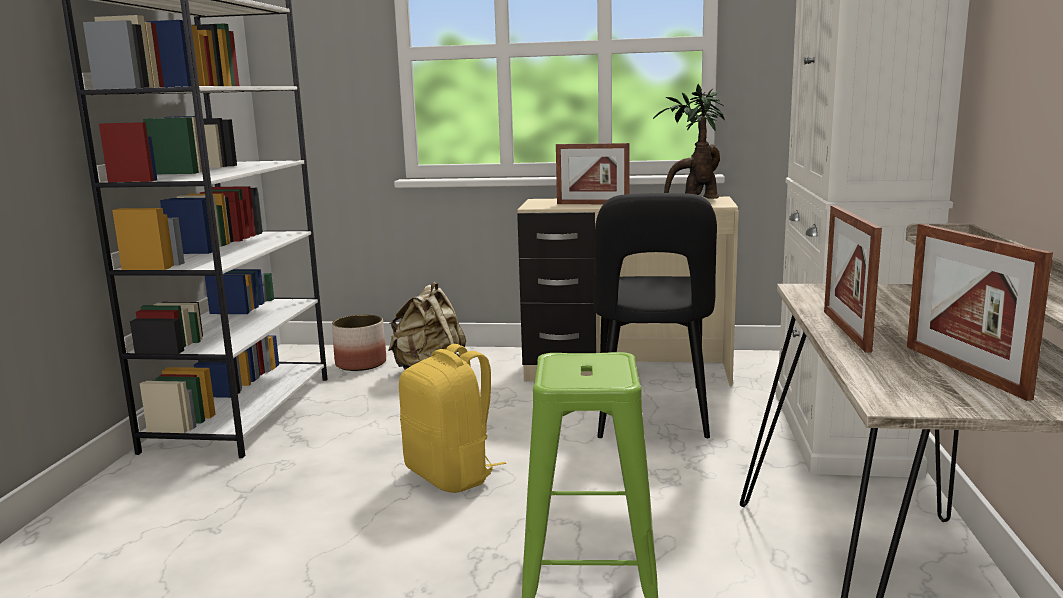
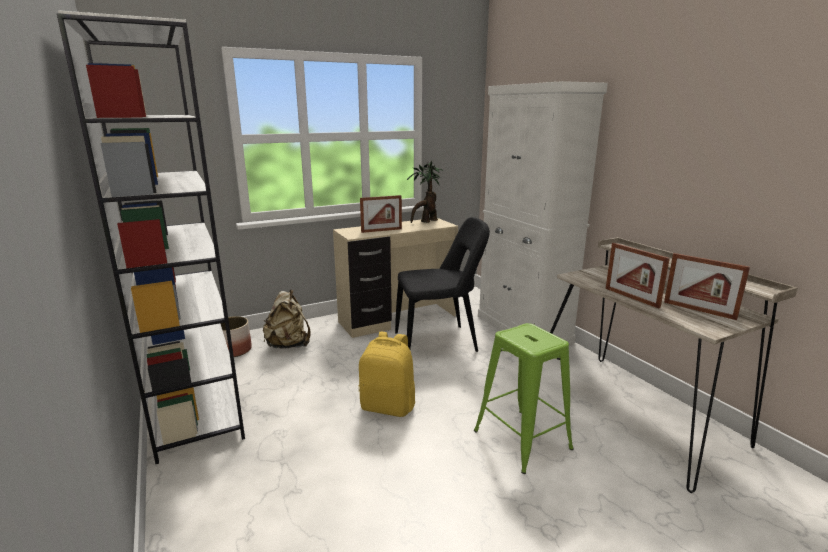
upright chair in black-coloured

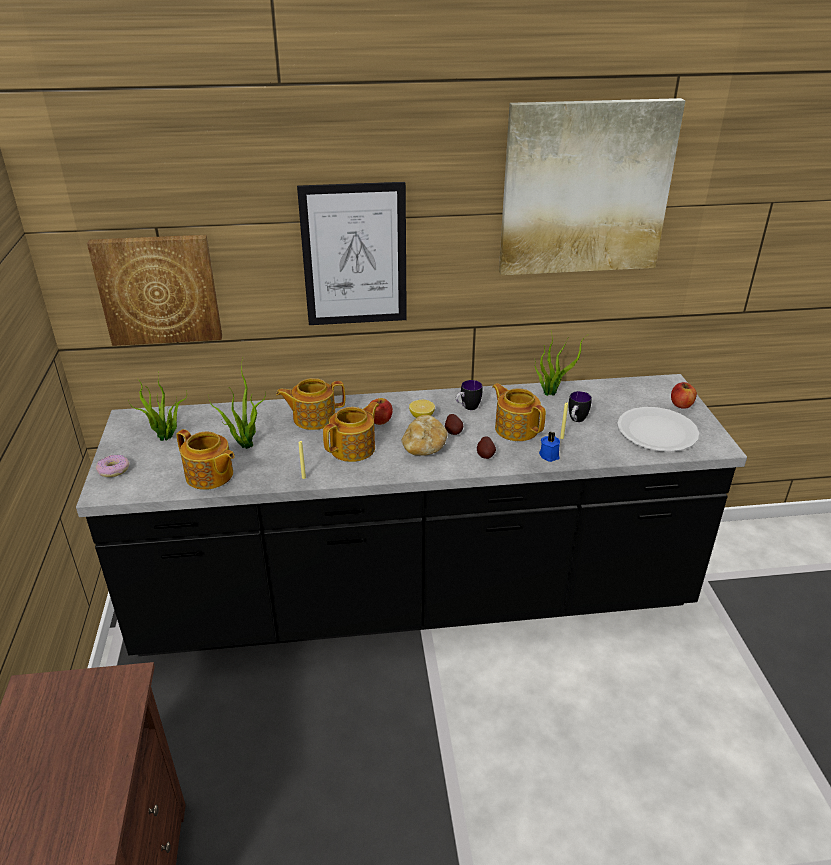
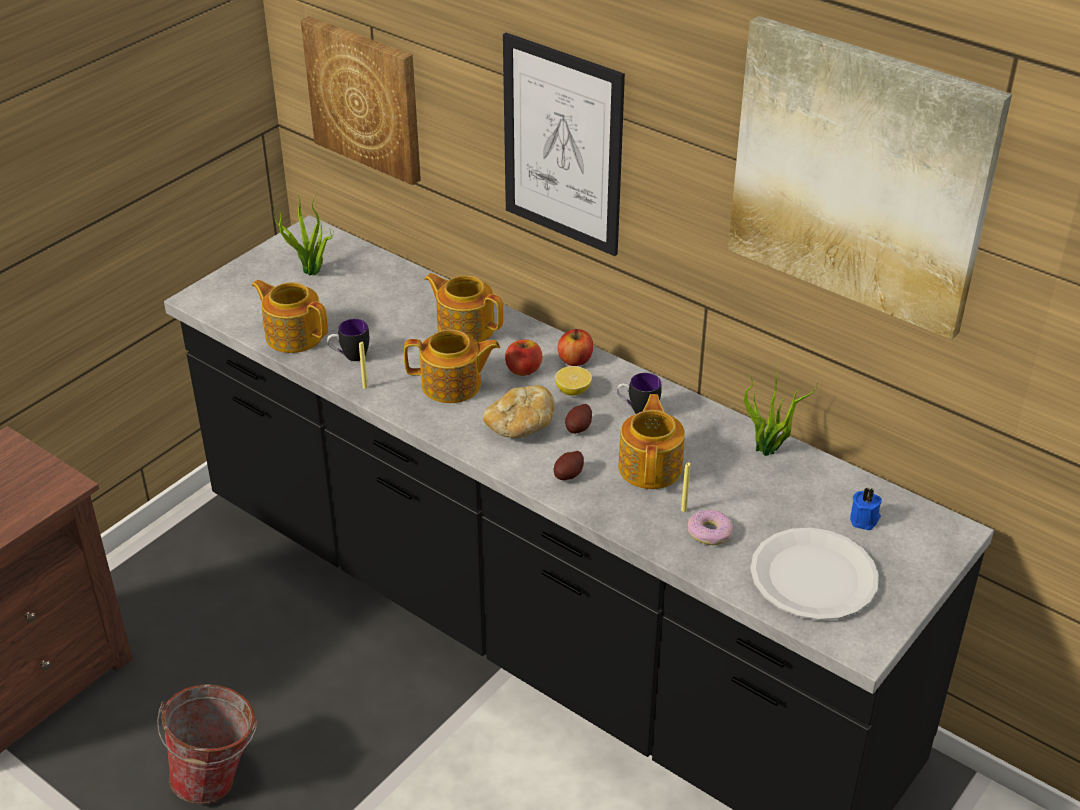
bucket
pot for tea (no. 1 from left)
mug (no. 1 from left)
apple (no. 2 from left)
doughnut
wax light in blue
potted plant (no. 2 from left in the first image)

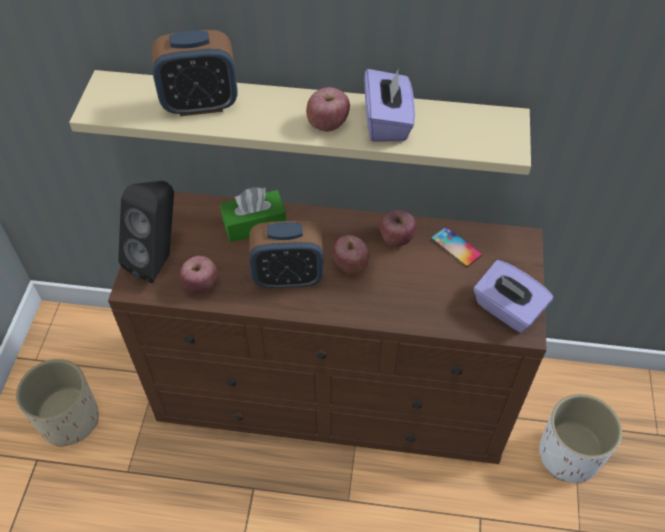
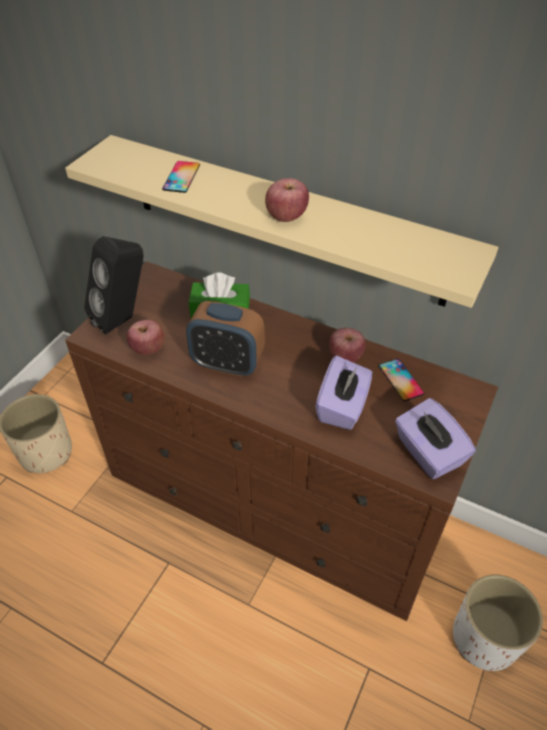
phone (no. 1 from left)
box of tissues in purple (no. 1 from left)
apple (no. 3 from left in the first image)

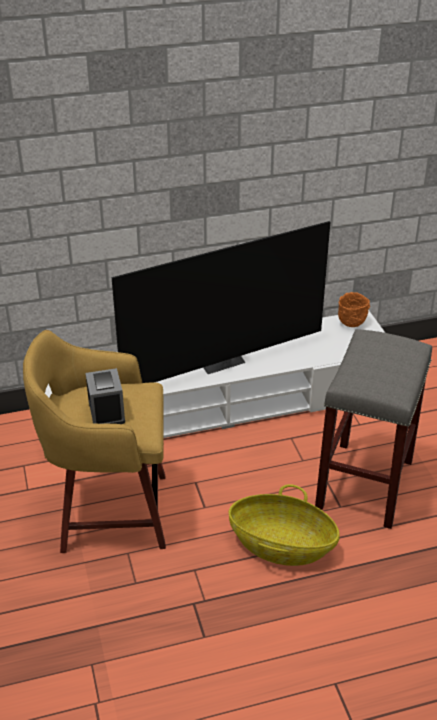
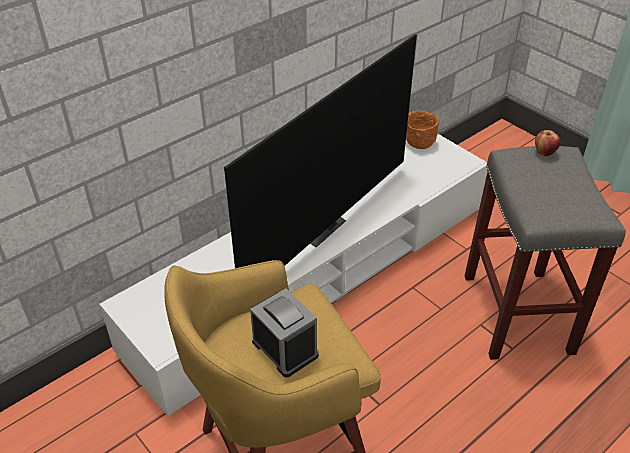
apple
household basket

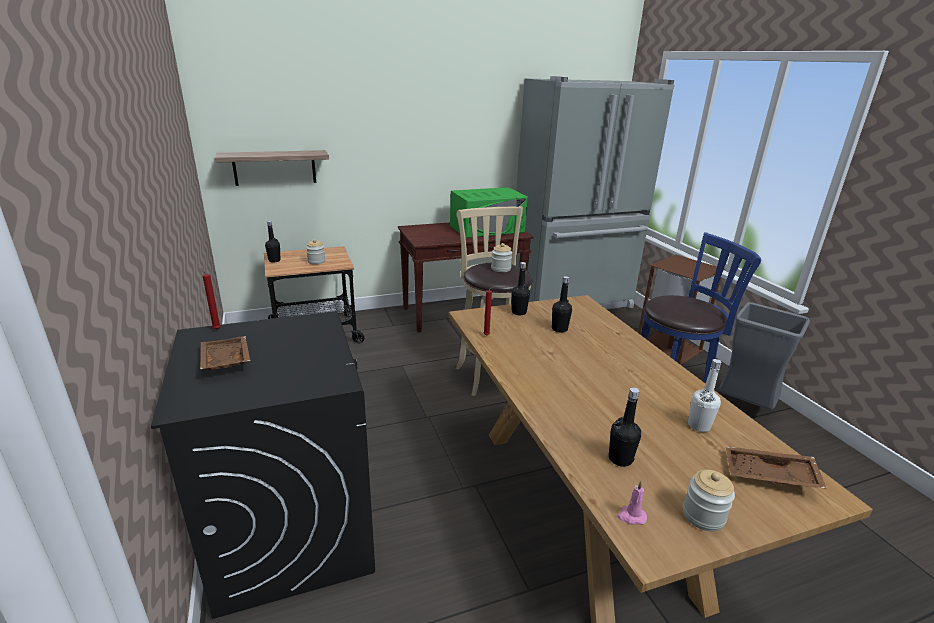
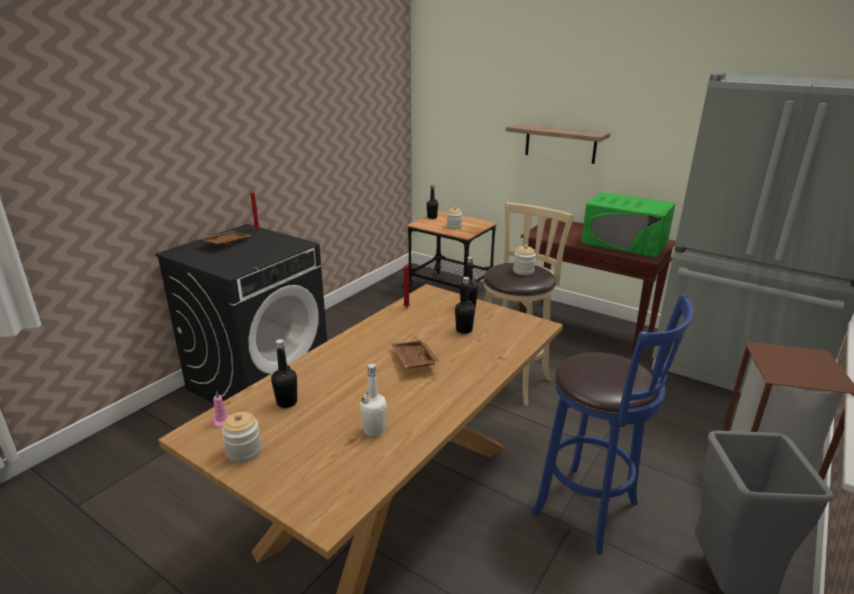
serving tray in brown-coloured (no. 2 from left)
bracket shelf

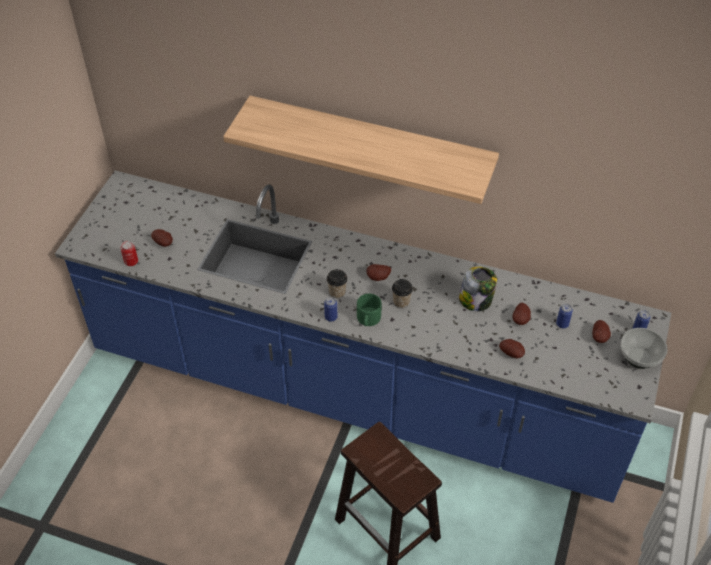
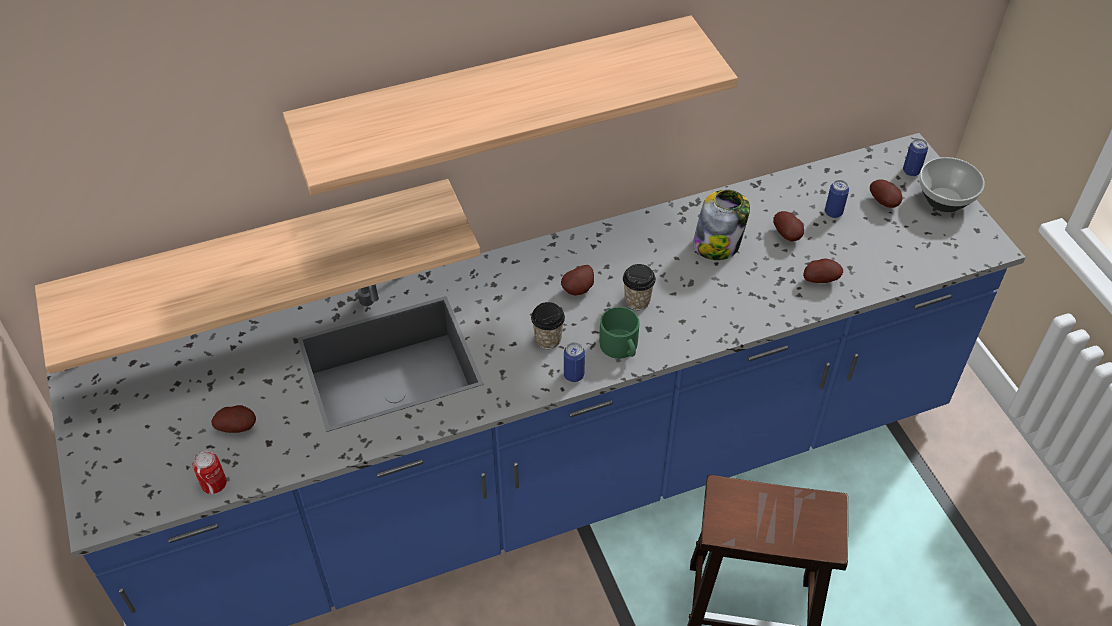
bracket shelf (no. 1 from left)

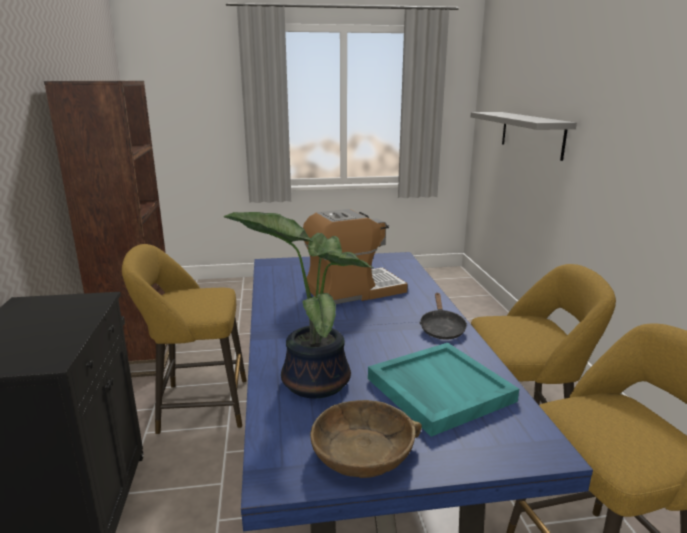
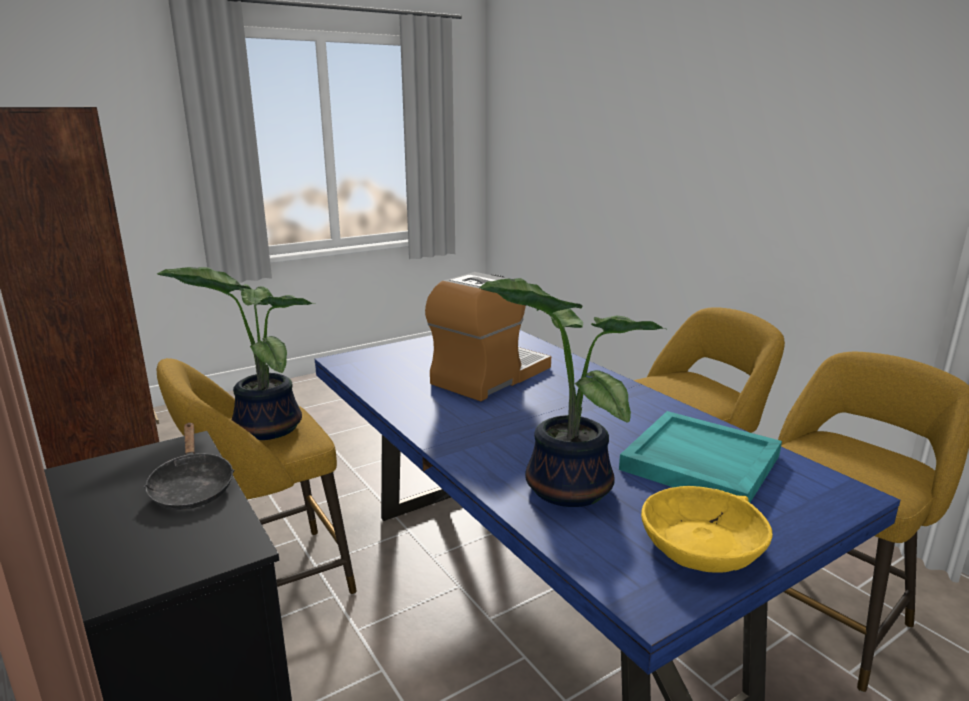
pan in black-coloured
potted plant (no. 1 from left)
serving bowl in yellowish
bracket shelf in grey

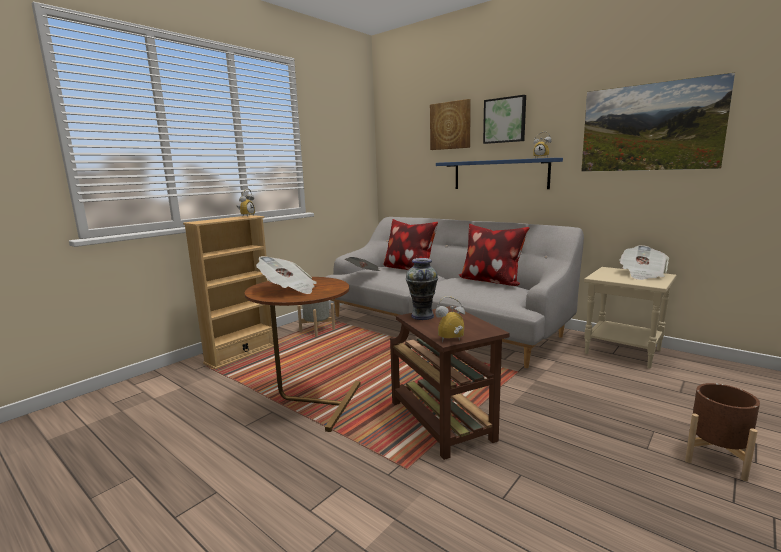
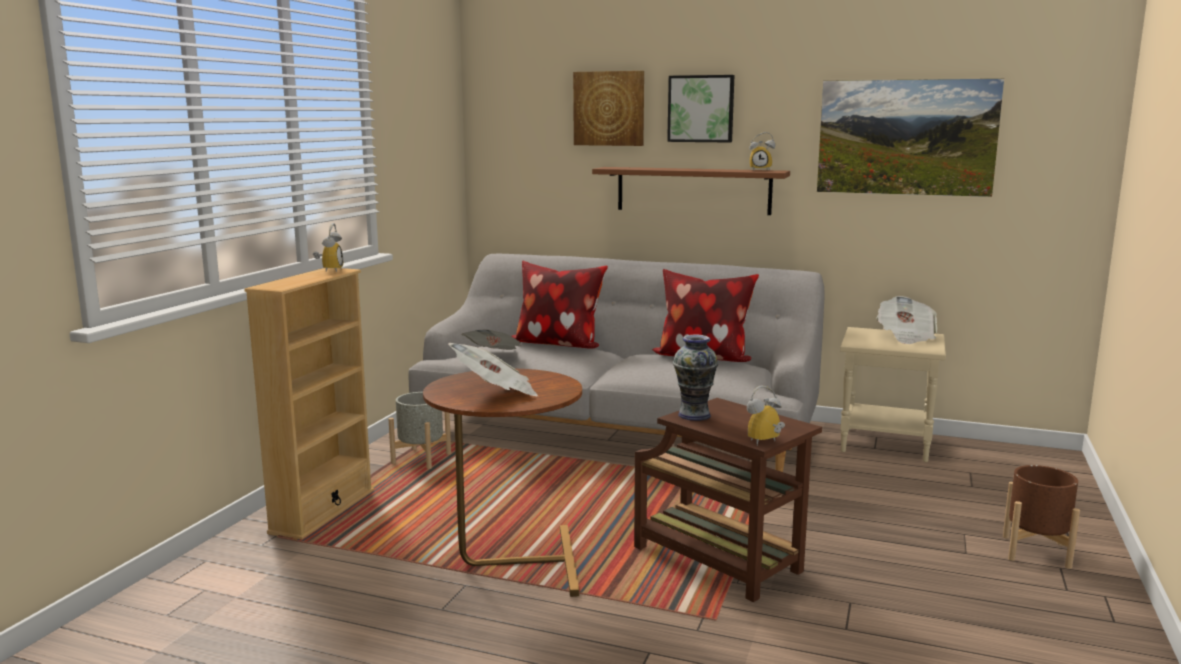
bracket shelf in brown-coloured

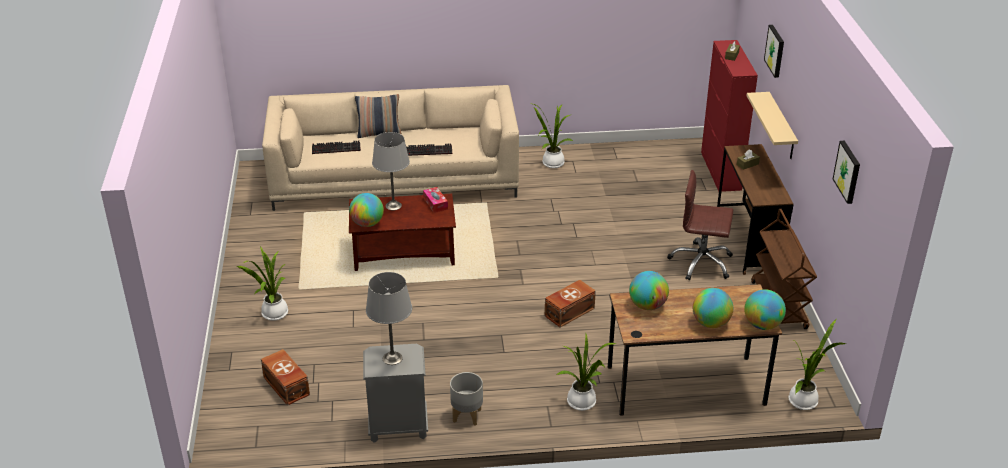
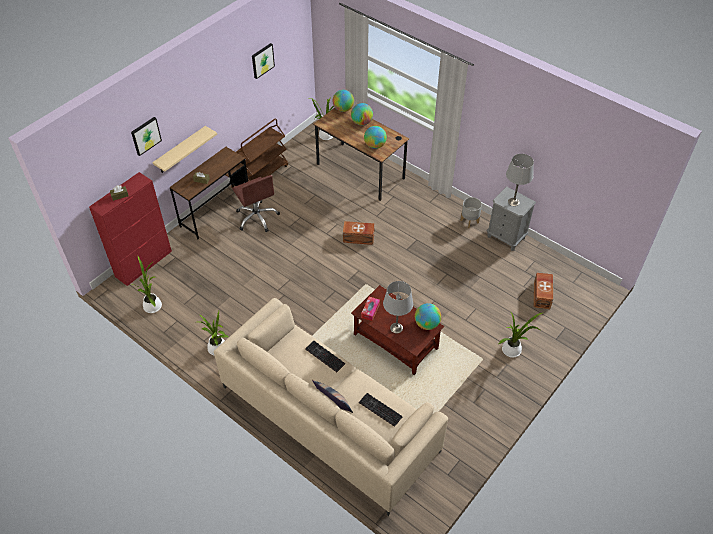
potted plant (no. 1 from left)

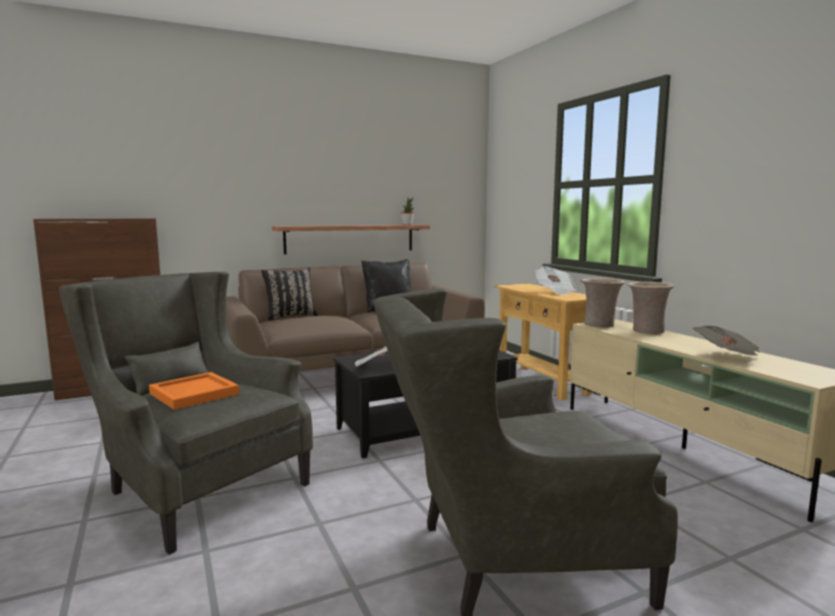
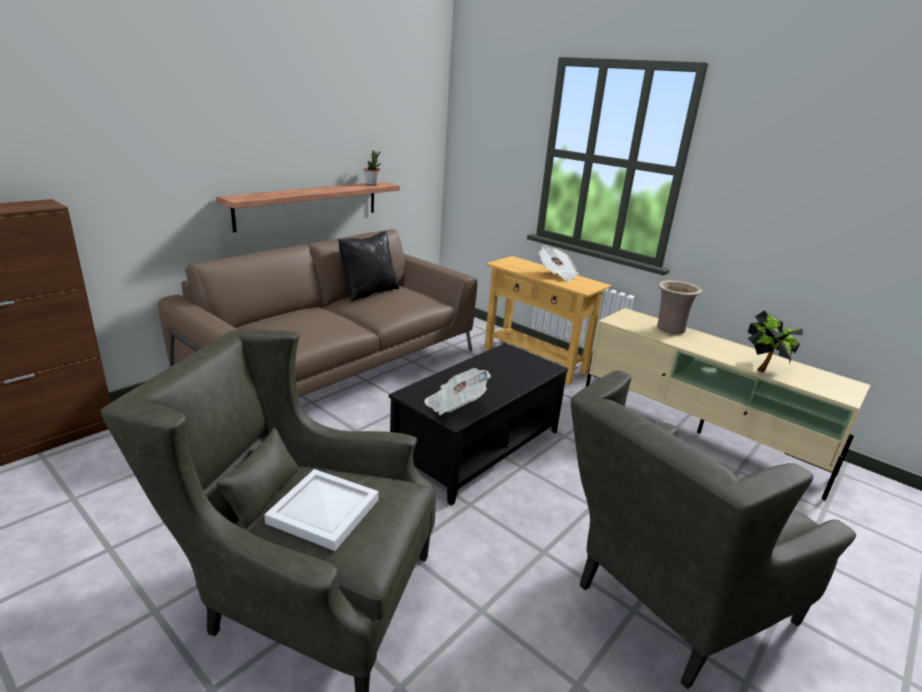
serving tray in whitish
potted plant (no. 2 from left)
cushion in black-coloured (no. 1 from left in the first image)
flower vase in beige-coloured (no. 1 from left in the first image)

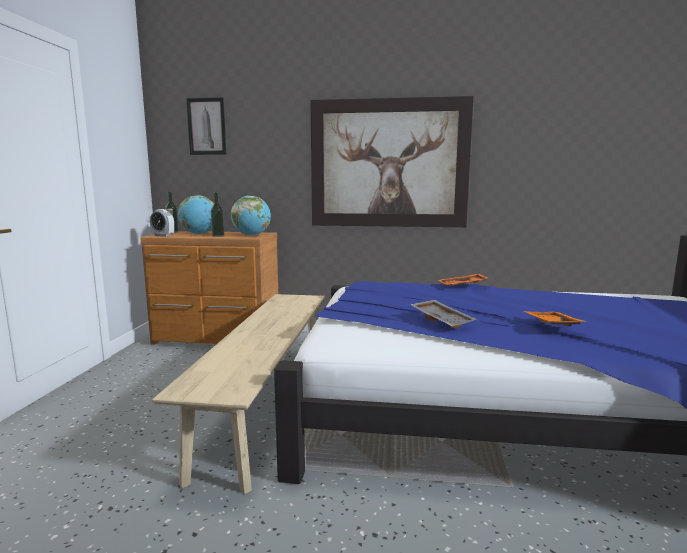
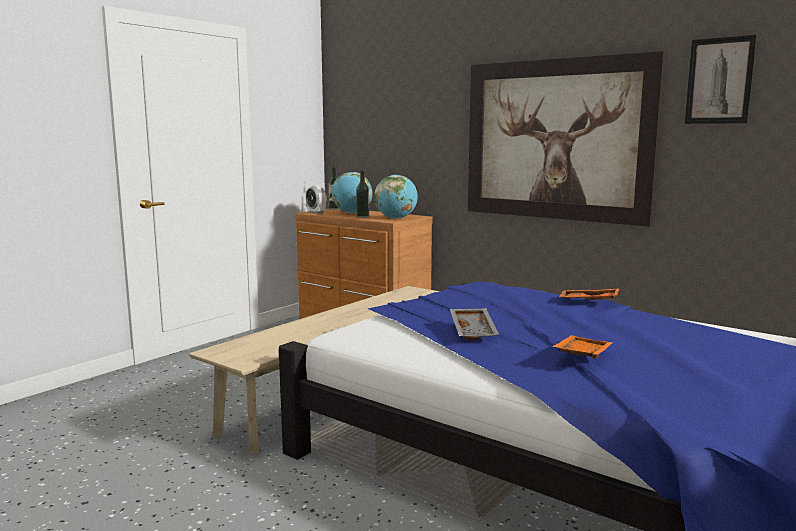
wall art (no. 2 from left)

